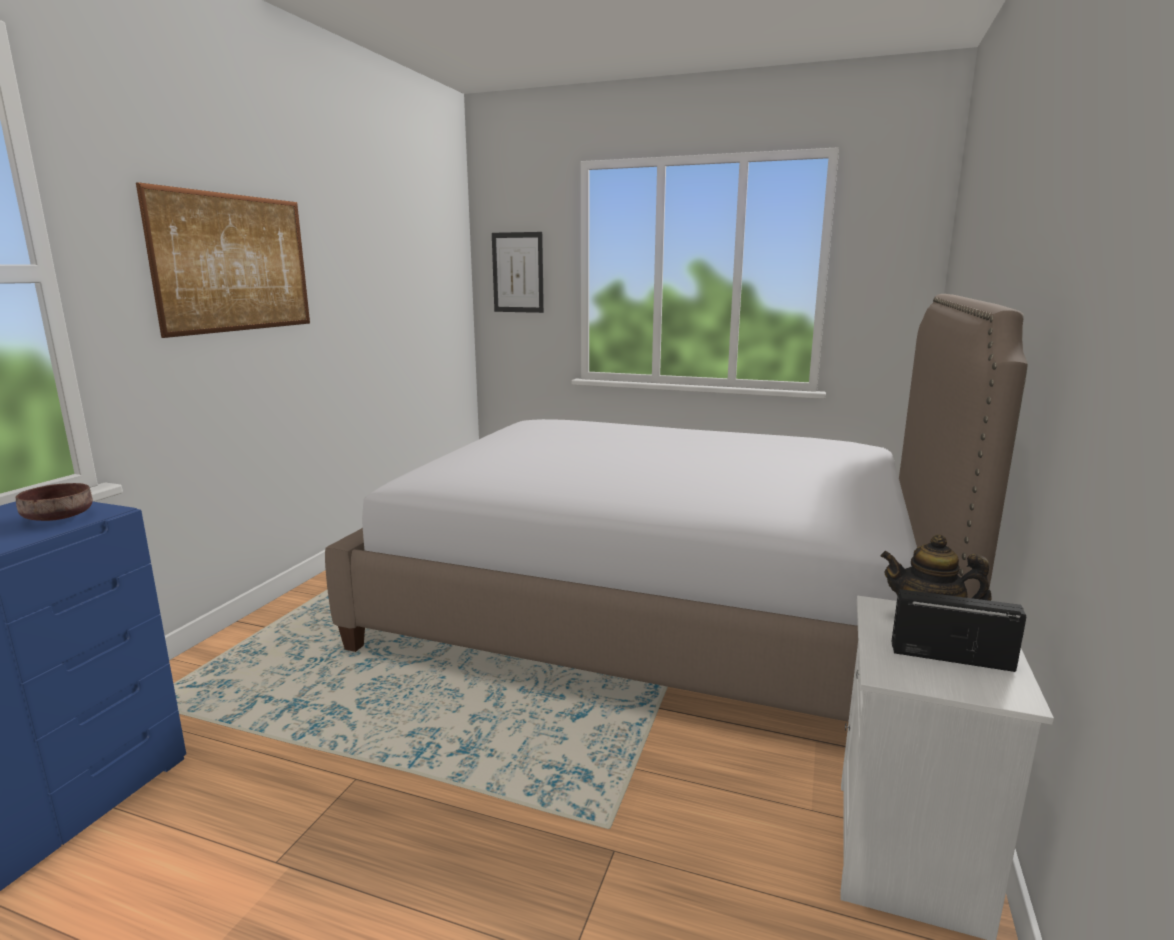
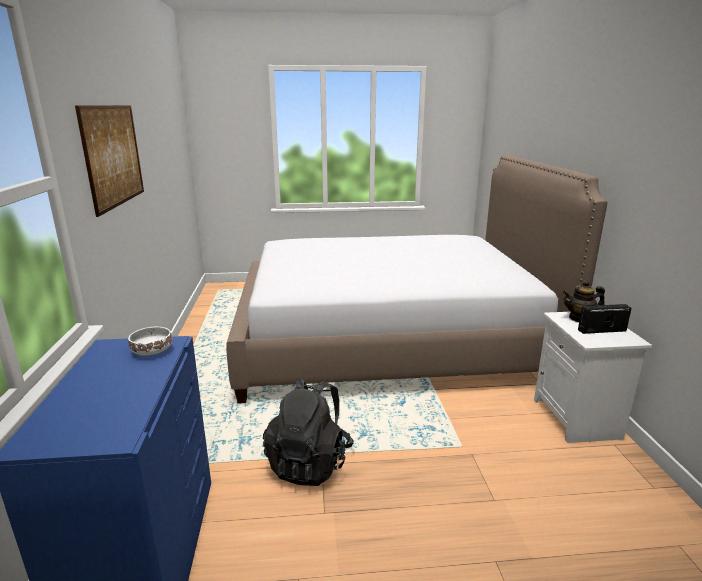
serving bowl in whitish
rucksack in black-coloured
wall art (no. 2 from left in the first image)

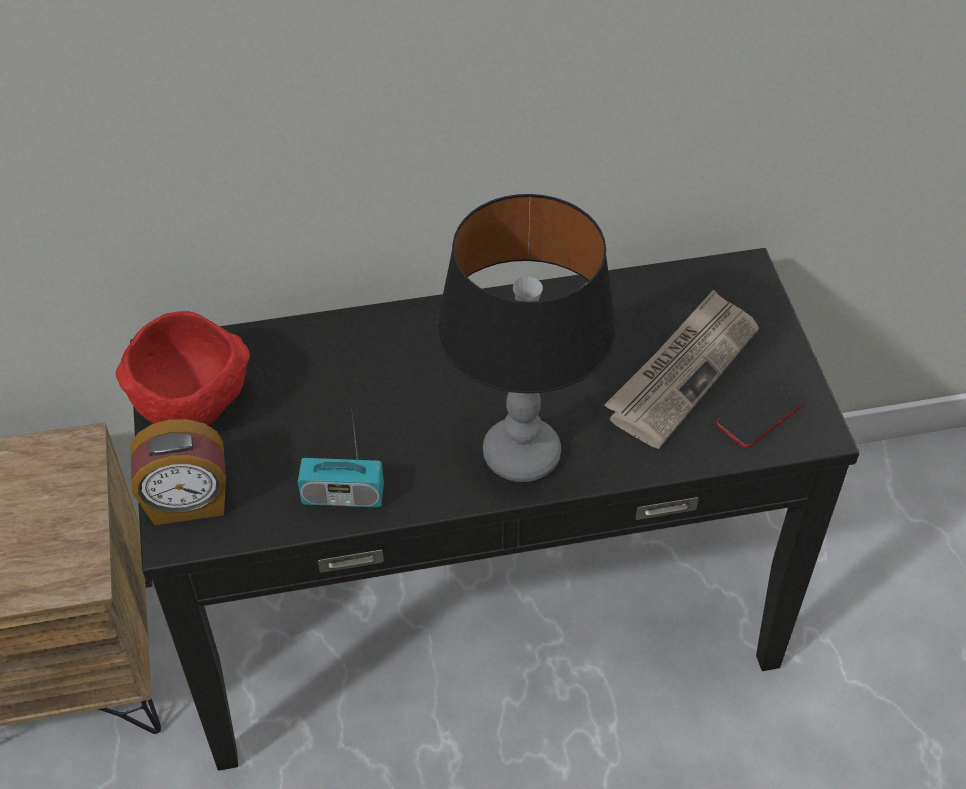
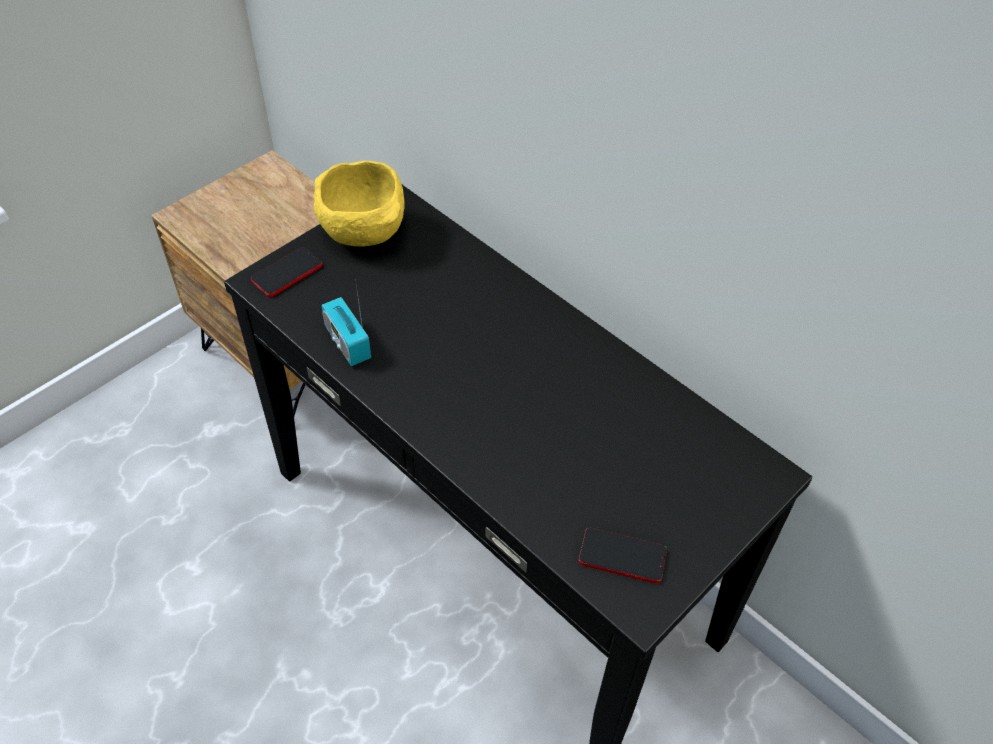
phone (no. 1 from left)
serving bowl in yellowish
tabletop lamp
daily paper

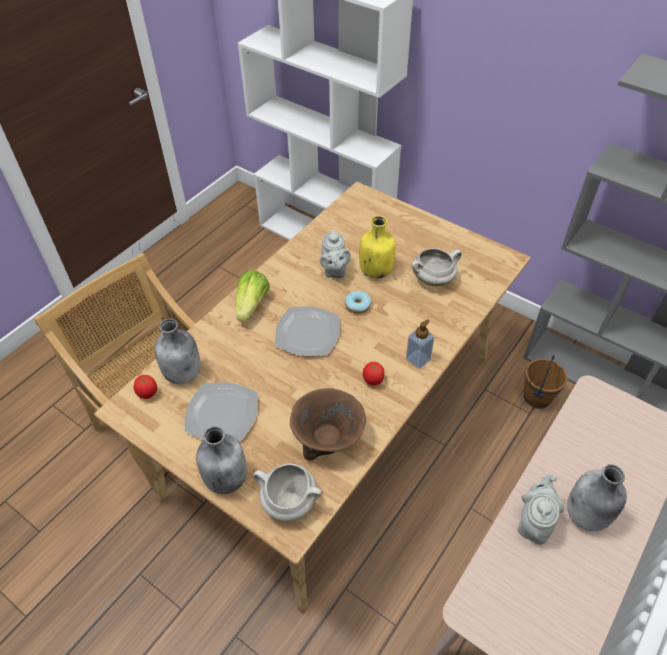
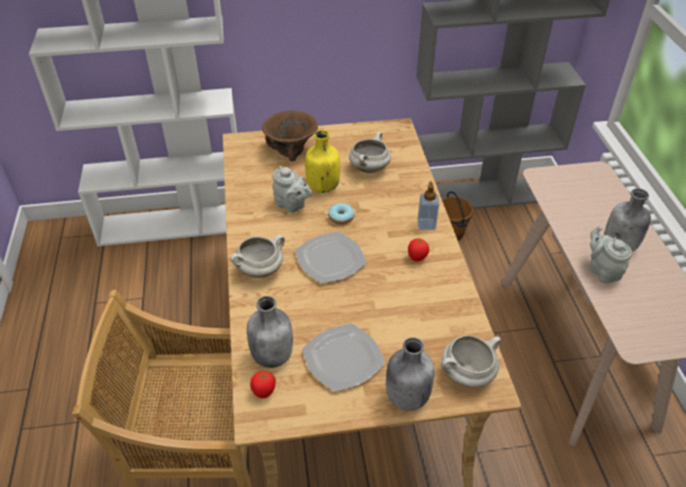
saucepot in whitish (no. 1 from left)
serving bowl in brown-coloured

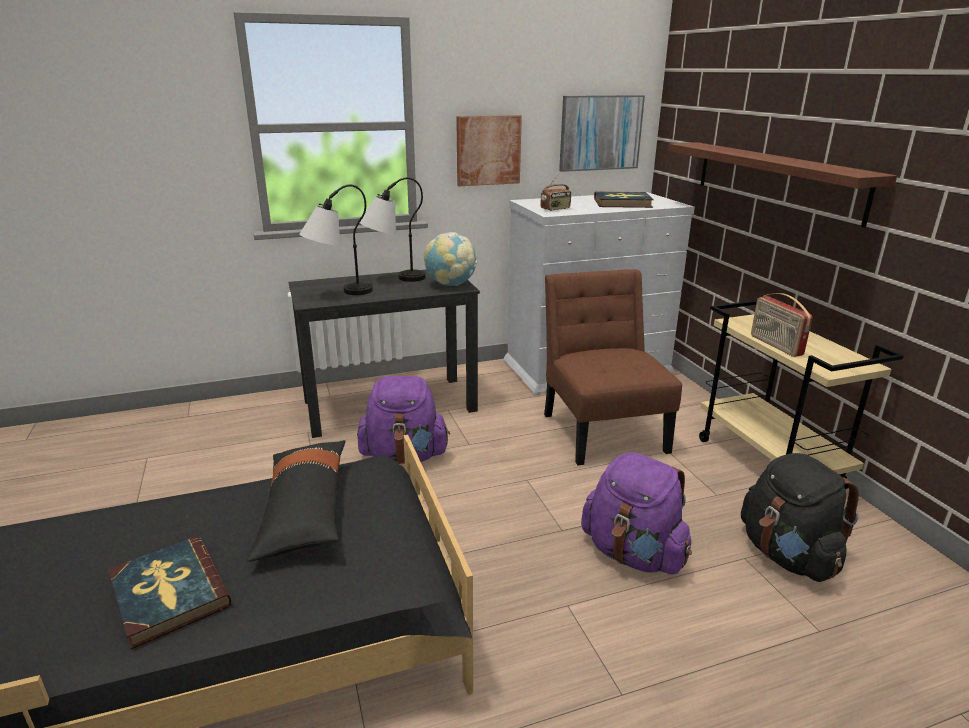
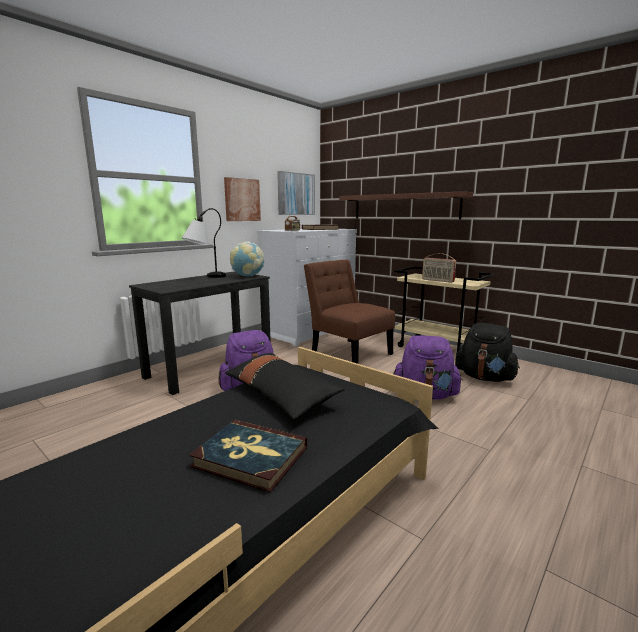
tabletop lamp (no. 1 from left in the first image)

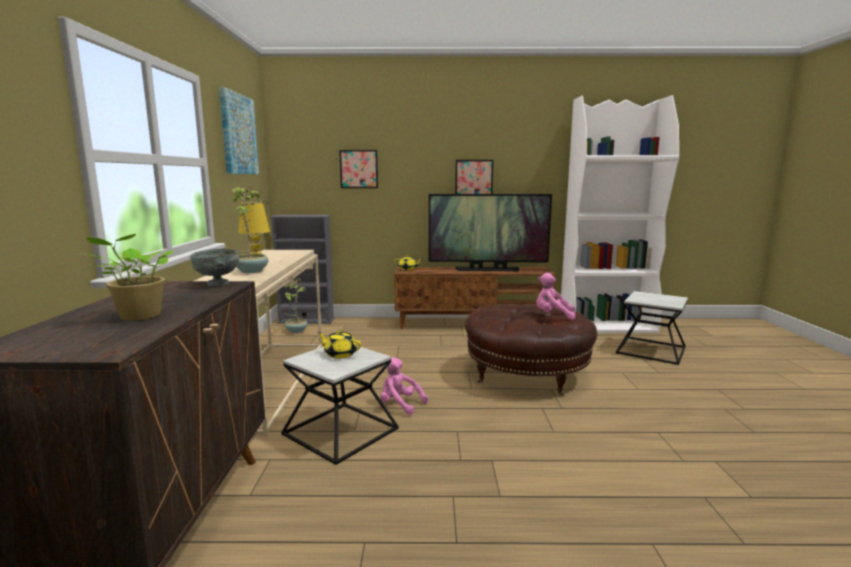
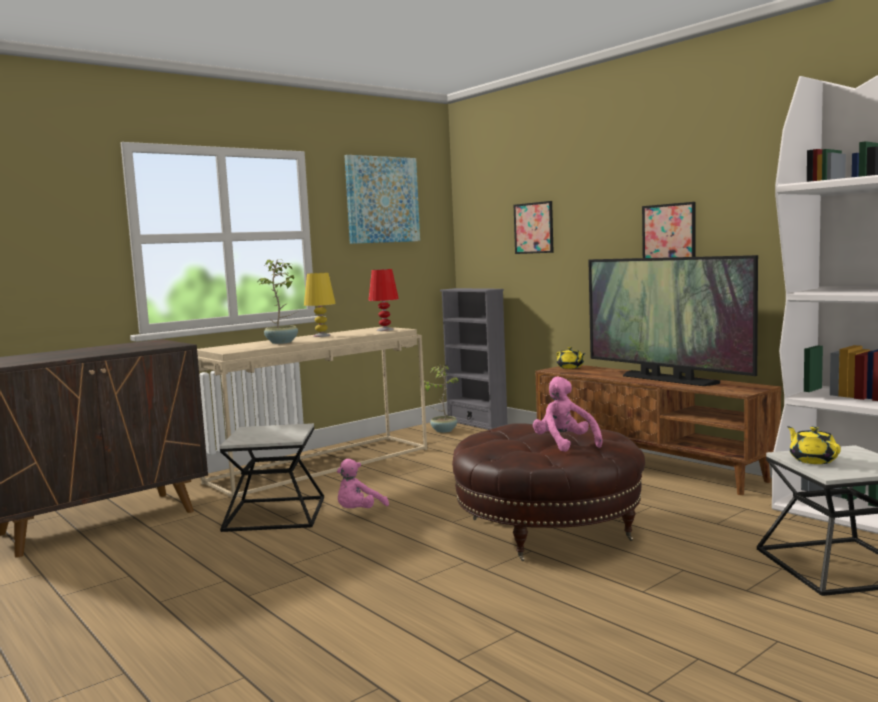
soft toy in pinkish (no. 1 from left)
tabletop lamp in red
pot for tea in yellowish (no. 2 from left)
potted plant (no. 1 from left in the first image)
serving bowl in grey

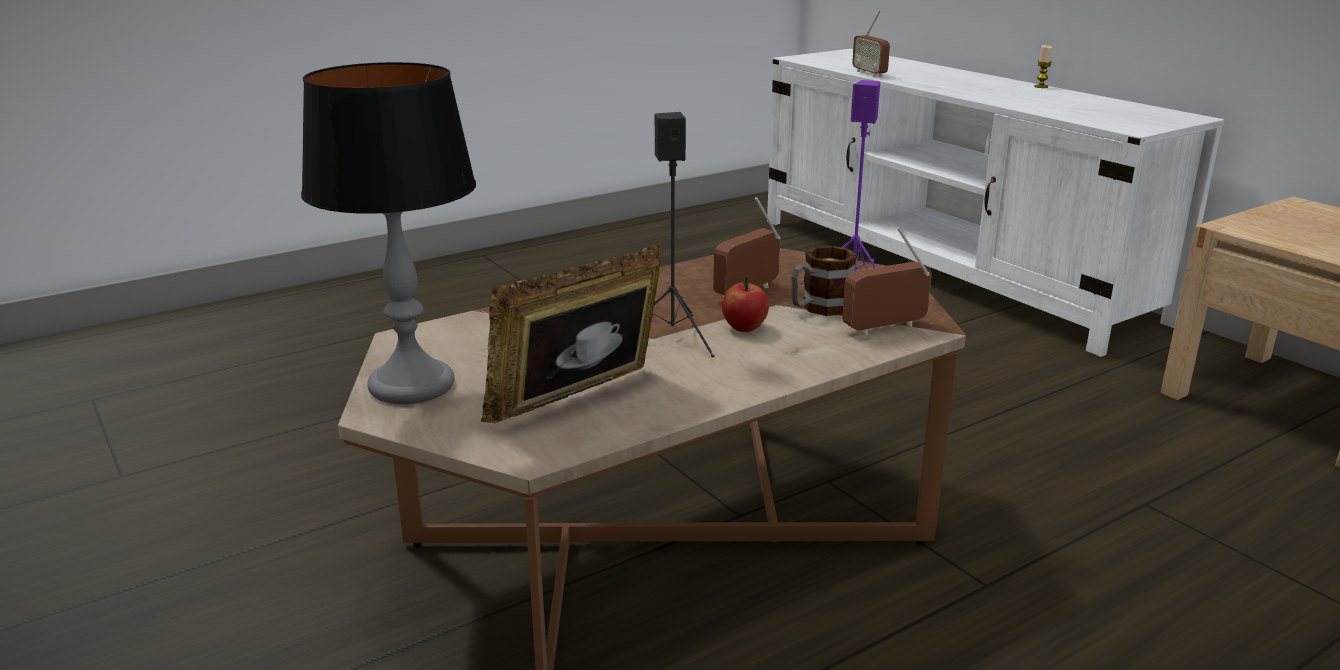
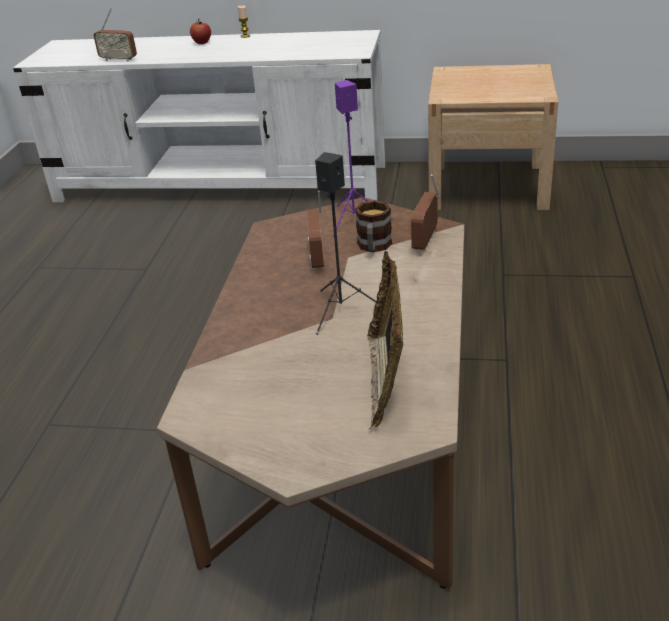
apple
tabletop lamp

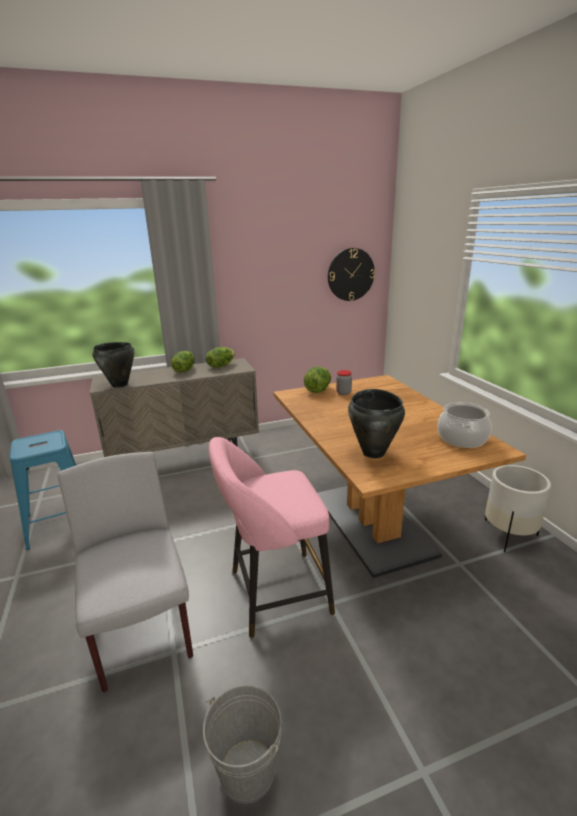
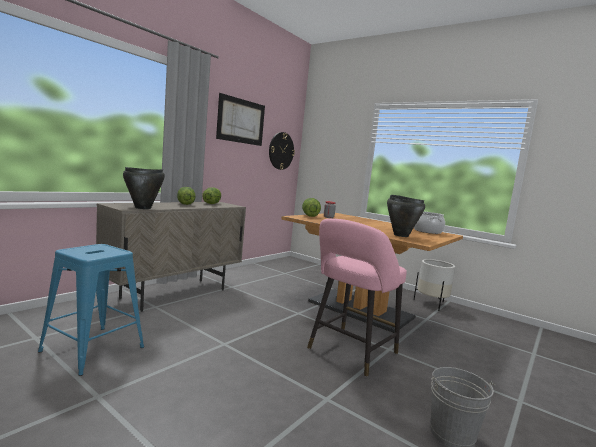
wall art
upright chair in grey

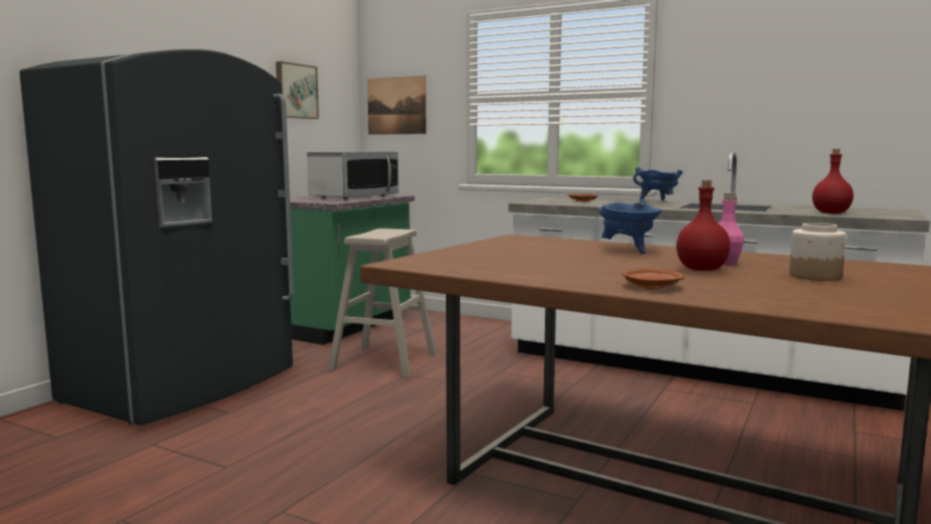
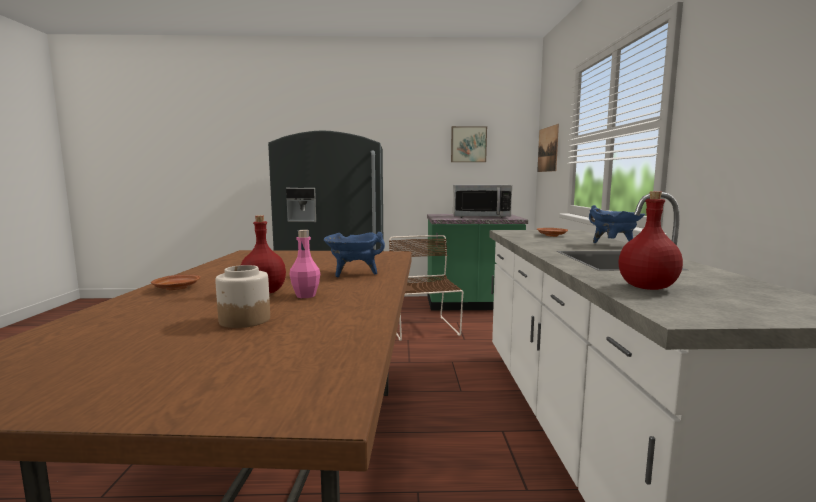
upright chair in brown-coloured

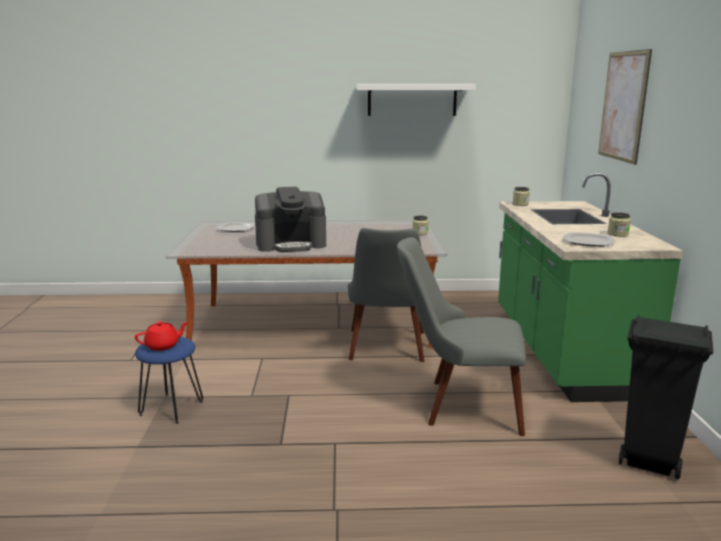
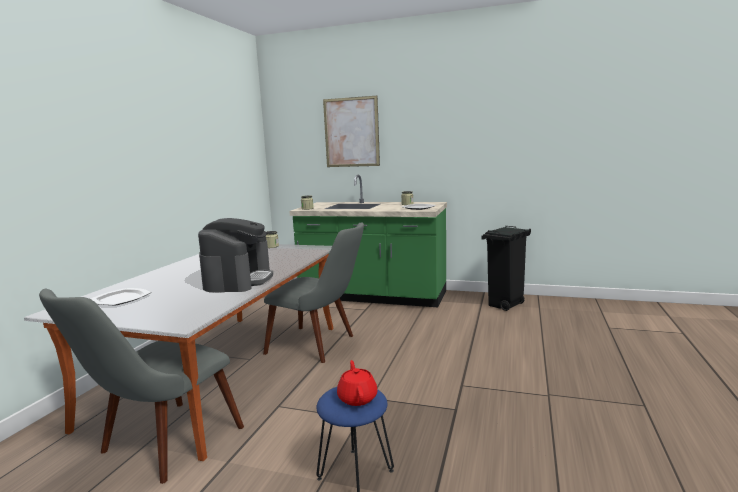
upright chair in grey (no. 1 from left)
bracket shelf in whitish

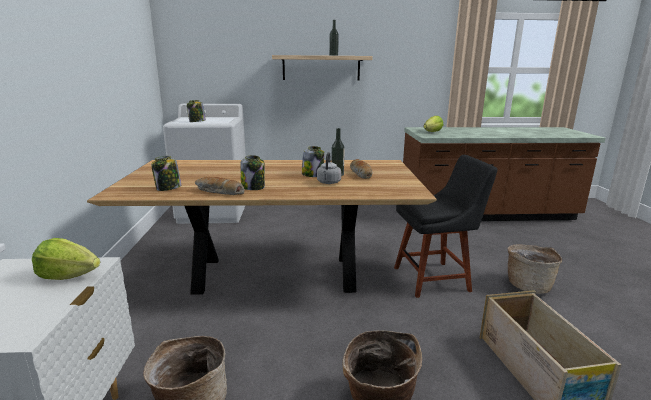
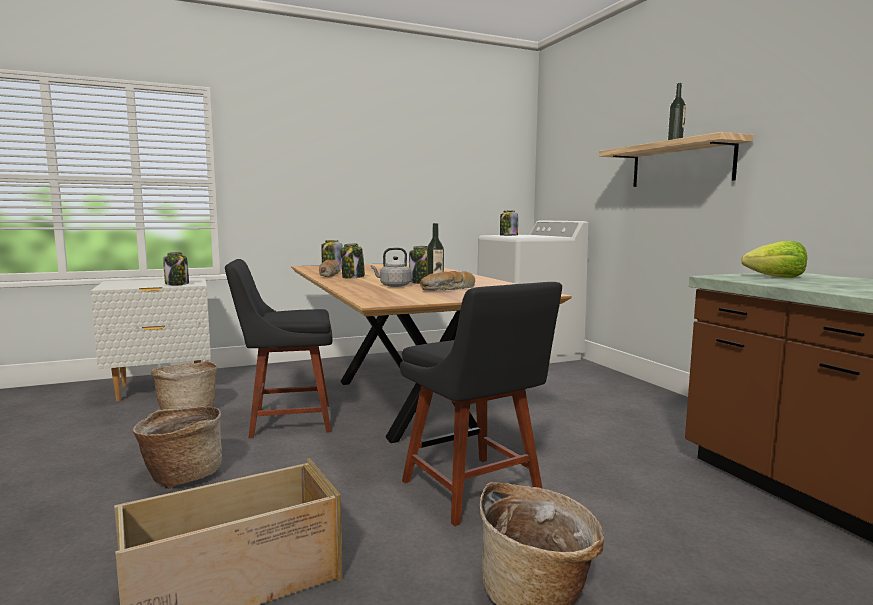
preserve jar (no. 1 from left)
upright chair in black-coloured (no. 1 from left)

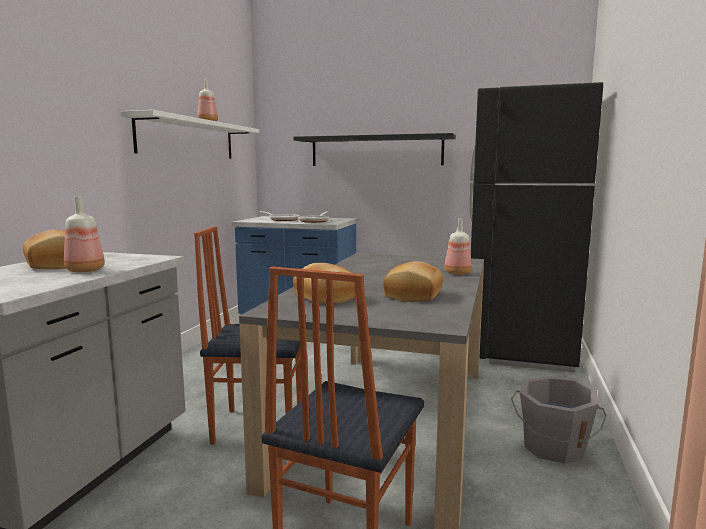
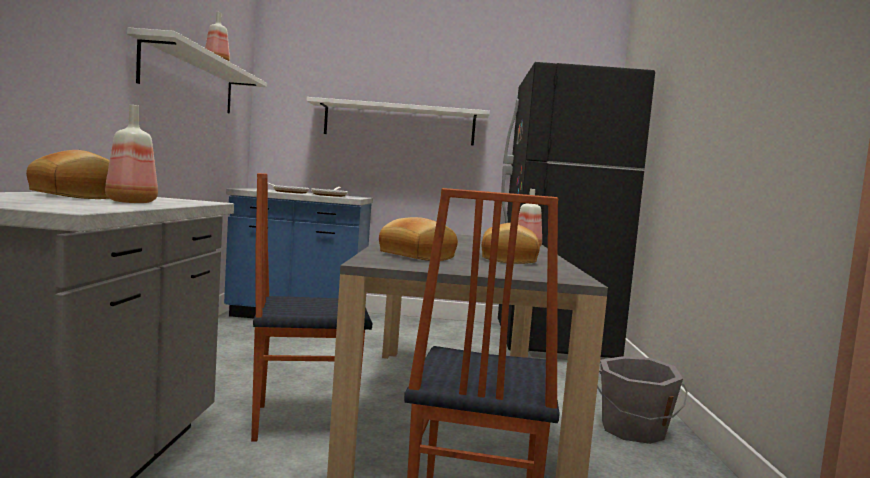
bracket shelf in whitish (no. 2 from left)

